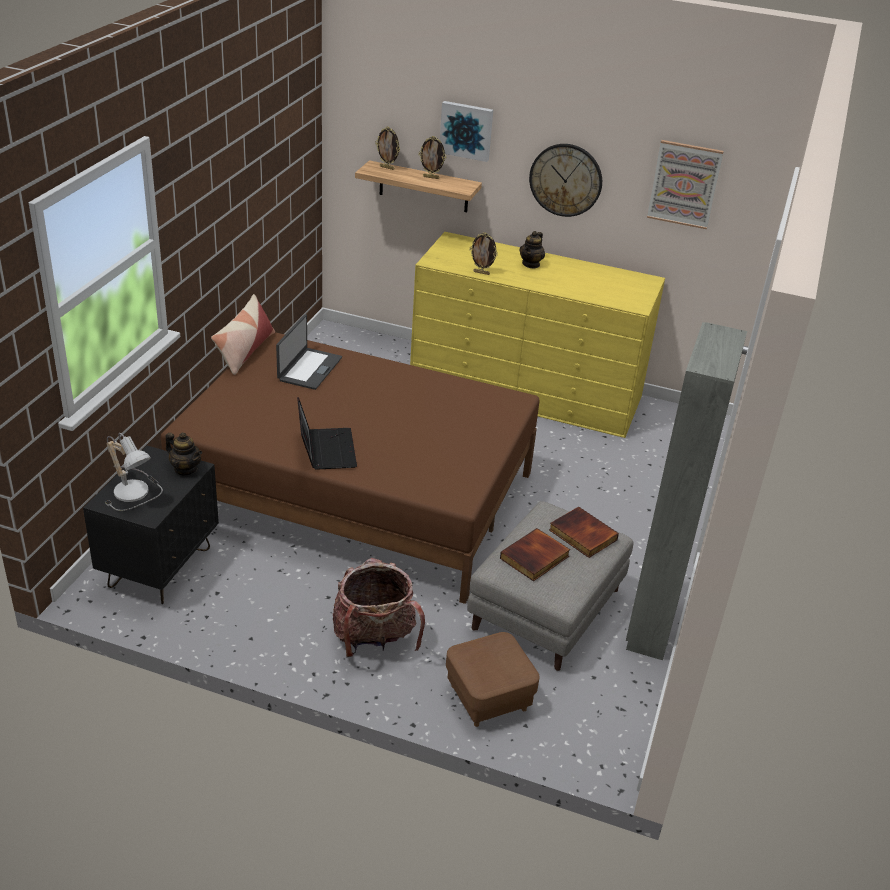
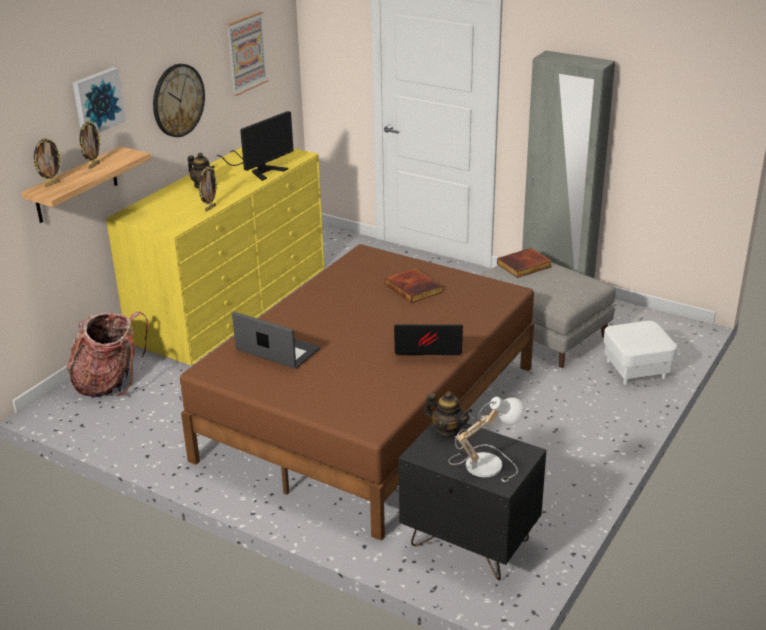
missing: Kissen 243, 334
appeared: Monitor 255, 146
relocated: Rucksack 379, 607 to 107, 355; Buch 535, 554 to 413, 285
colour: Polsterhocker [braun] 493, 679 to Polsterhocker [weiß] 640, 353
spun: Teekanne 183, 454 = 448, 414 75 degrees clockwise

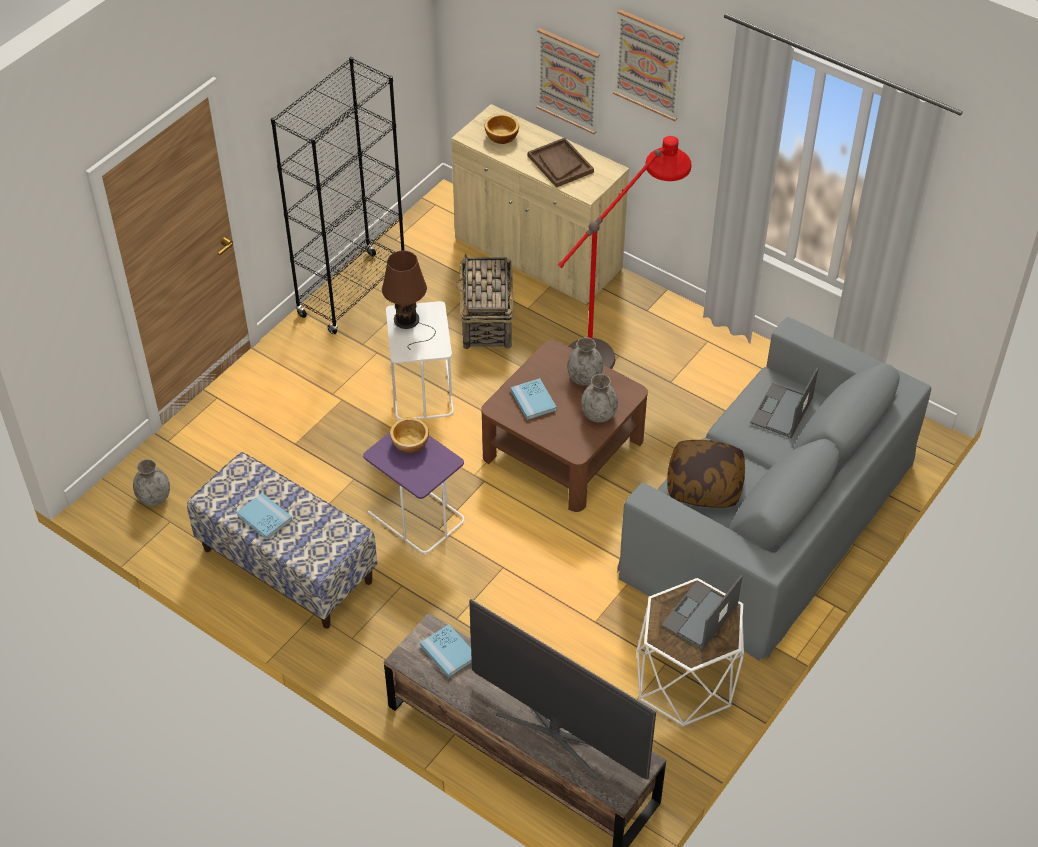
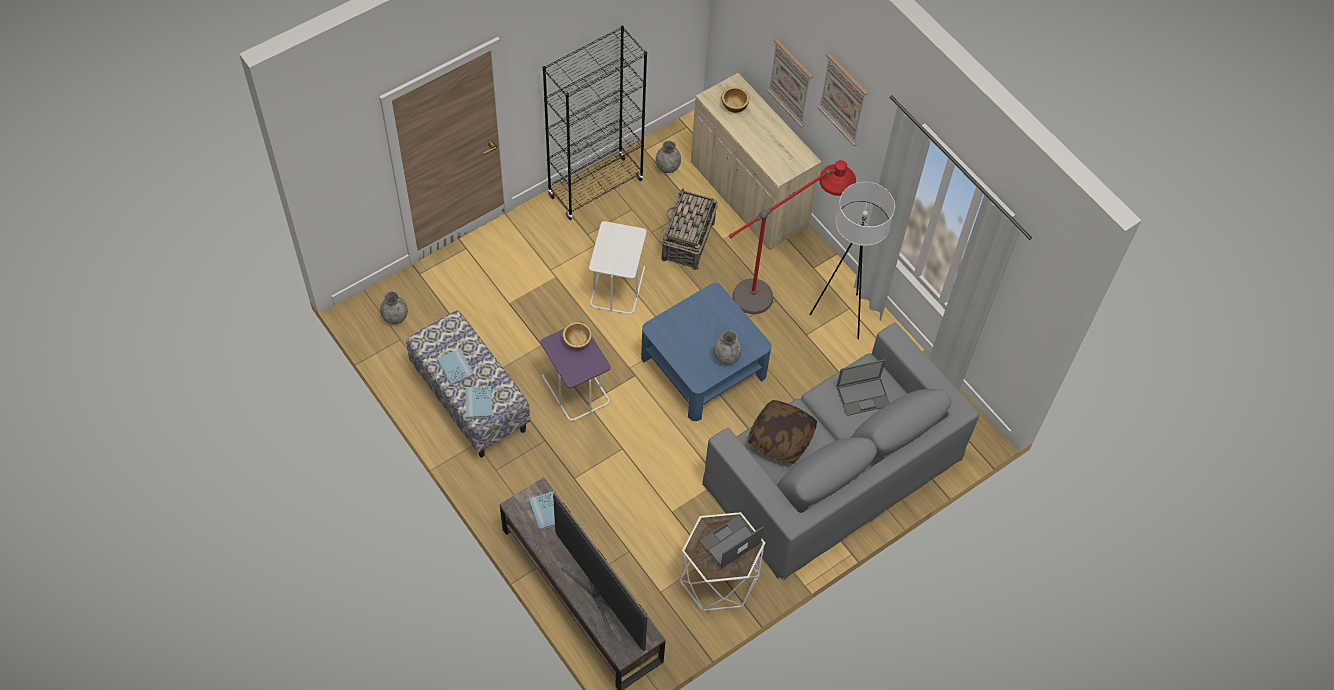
missing: Tischlampe [braun] 409, 300; Tablett [braun] 561, 163
appeared: Stehlampe [weiß] 852, 260
relocated: Buch [blau] 534, 399 to 479, 402; Vase [grau] 585, 361 to 668, 156
colour: Couchtisch [braun] 564, 426 to Couchtisch [blau] 706, 352
spun: Laptop 784, 402 = 863, 387 150 degrees counterclockwise

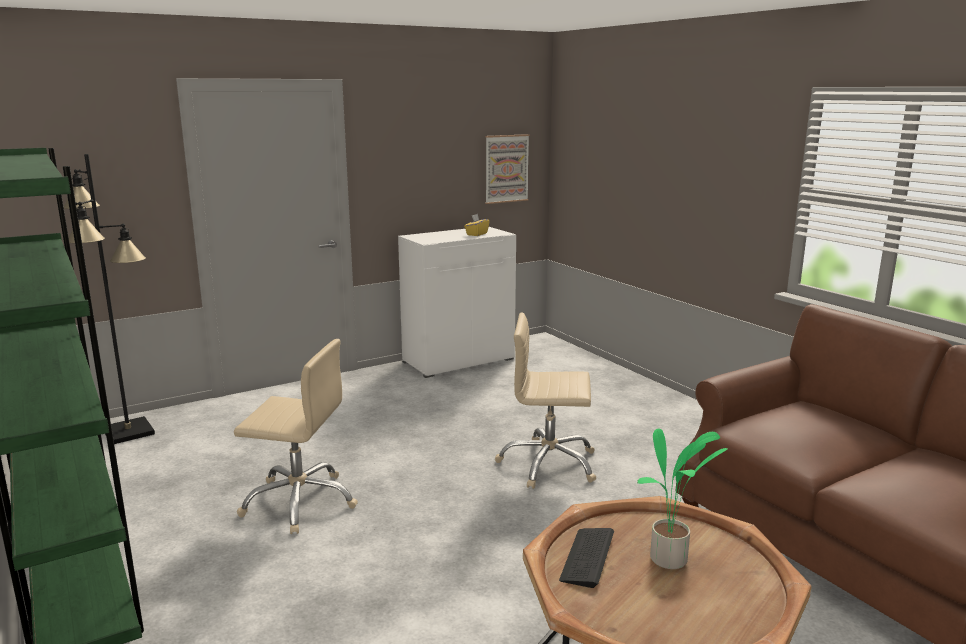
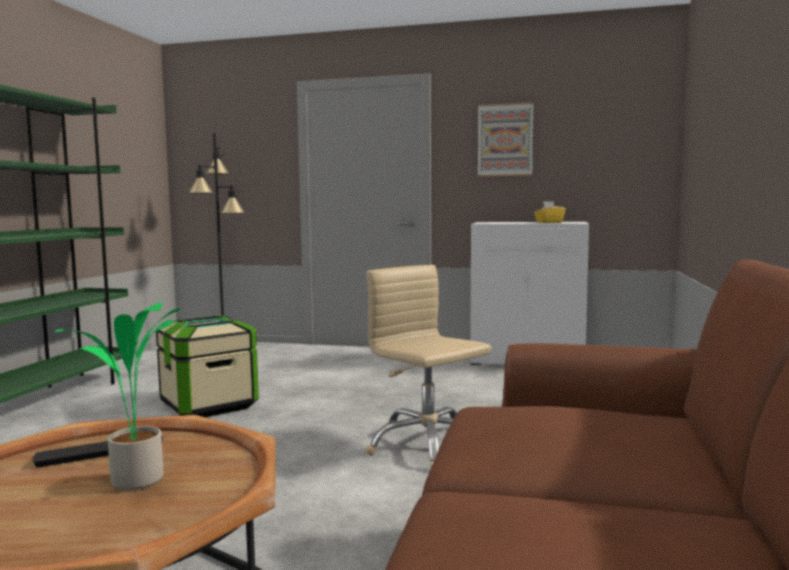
relocated: Bild 507, 169 to 505, 139
exchanged: Bürostuhl [beige] 296, 436 to Aufbewahrungsbox 207, 366

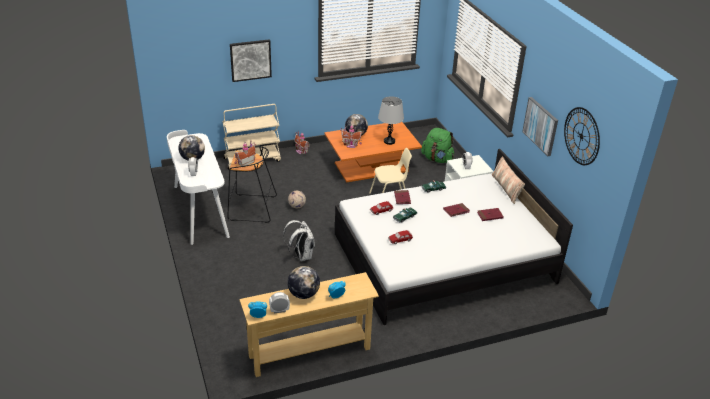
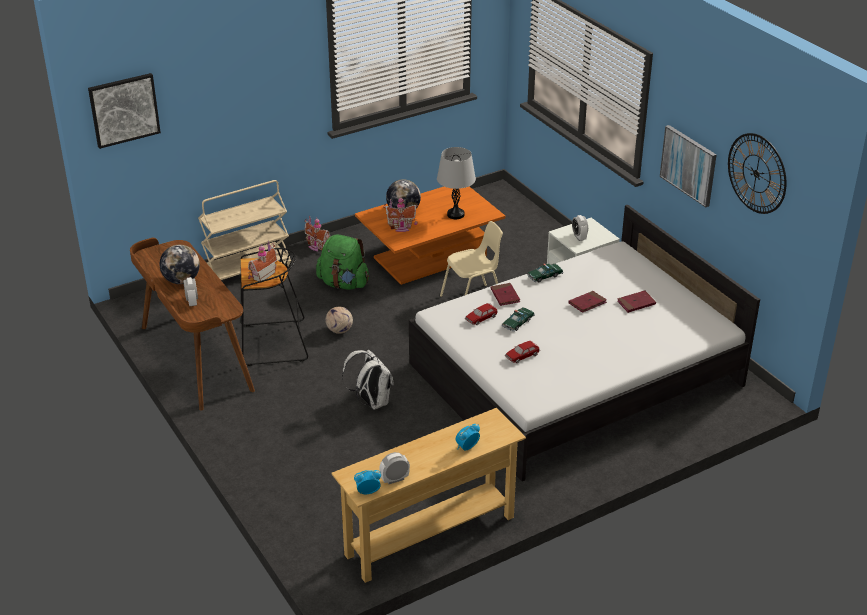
missing: Globus 303, 282; Kissen 508, 180
relocated: Bild 251, 60 to 124, 111; Rucksack [grün] 437, 145 to 342, 262
colour: Schreibtisch [weiß] 198, 187 to Schreibtisch [braun] 192, 324

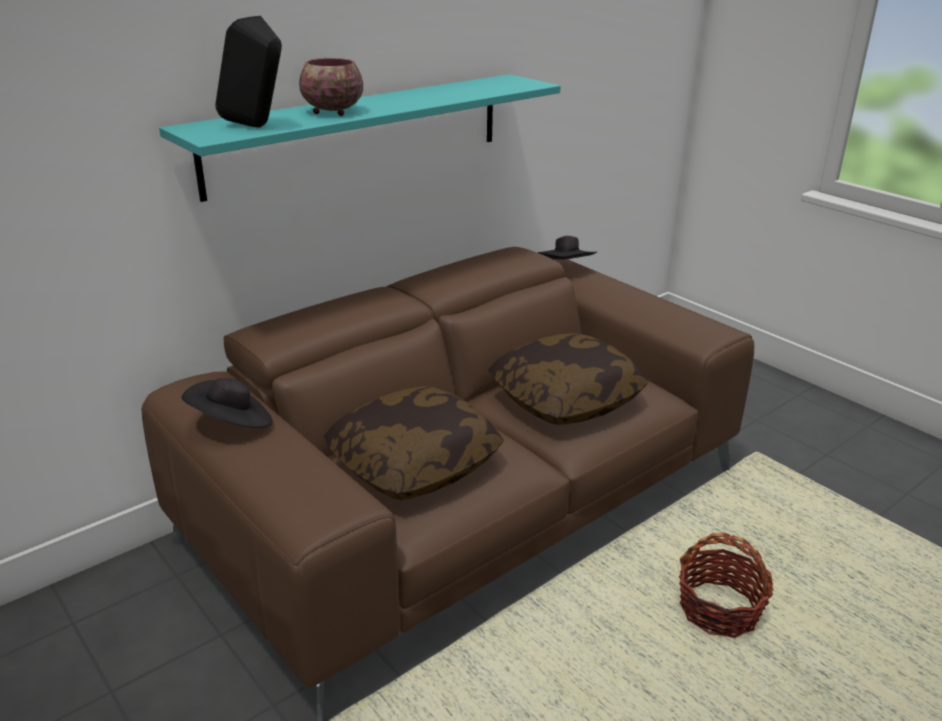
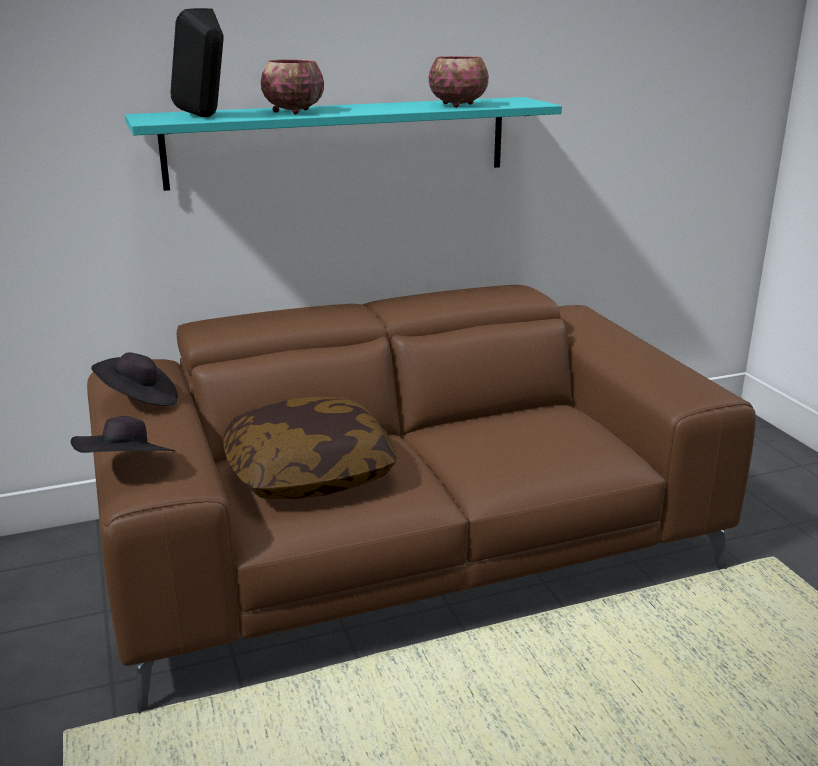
missing: Kissen 568, 379; Korb 726, 585
appeared: Schüssel 459, 82
relocated: Hut [schwarz] 567, 248 to 123, 434

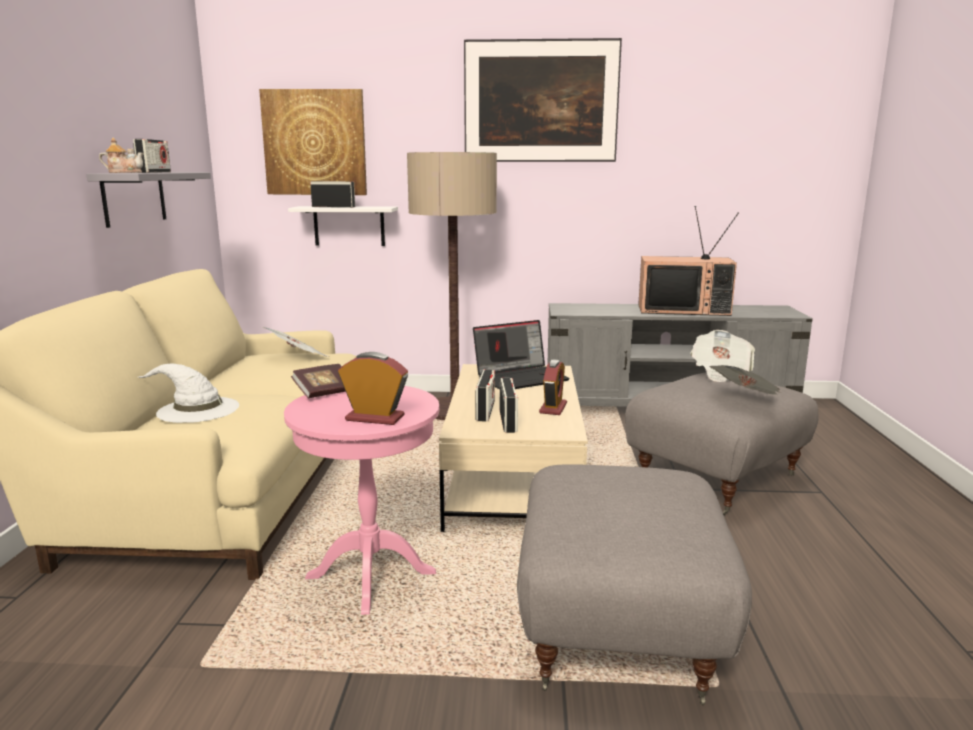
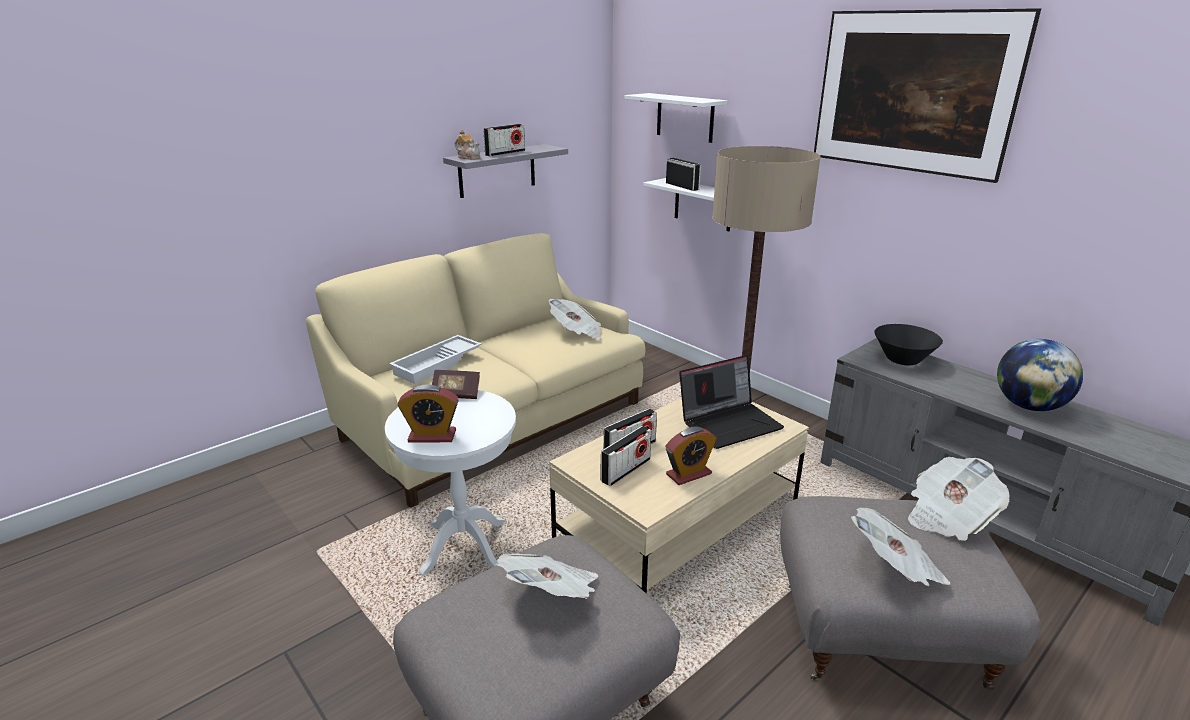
appeared: Zeitung 547, 576; Schüssel [schwarz] 908, 344
exchanged: Hut [weiß] 188, 393 to Tablett [weiß] 435, 359; Bild 313, 142 to Wandregal [weiß] 675, 118; Fernseher 688, 261 to Globus 1040, 375
colour: Beistelltisch [rosa] 361, 500 to Beistelltisch [weiß] 450, 483
spun: Wecker 373, 388 = 428, 414 120 degrees clockwise; Laptop 521, 355 = 731, 402 45 degrees counterclockwise

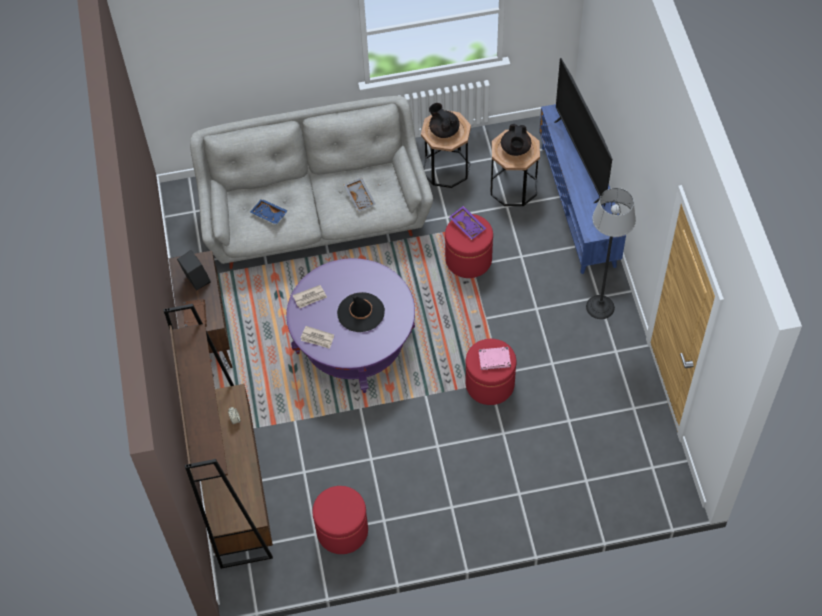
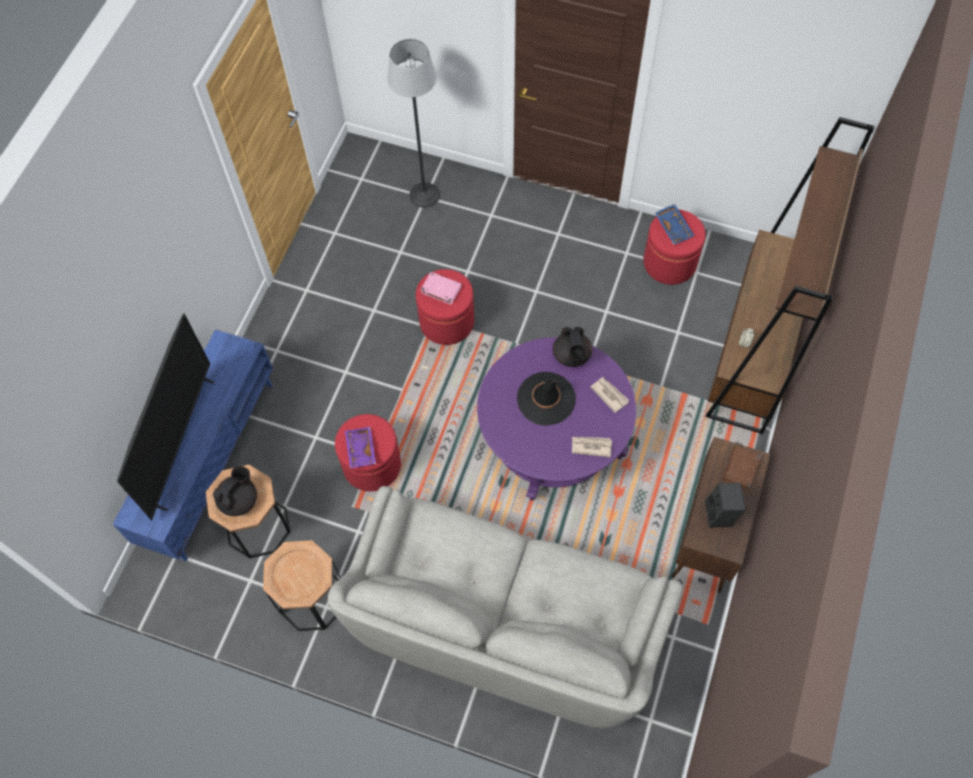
missing: Tablett [grau] 359, 195
relocated: Stehlampe 611, 253 to 413, 123; Teekanne [schwarz] 444, 120 to 572, 346; Tablett [blau] 269, 211 to 674, 224

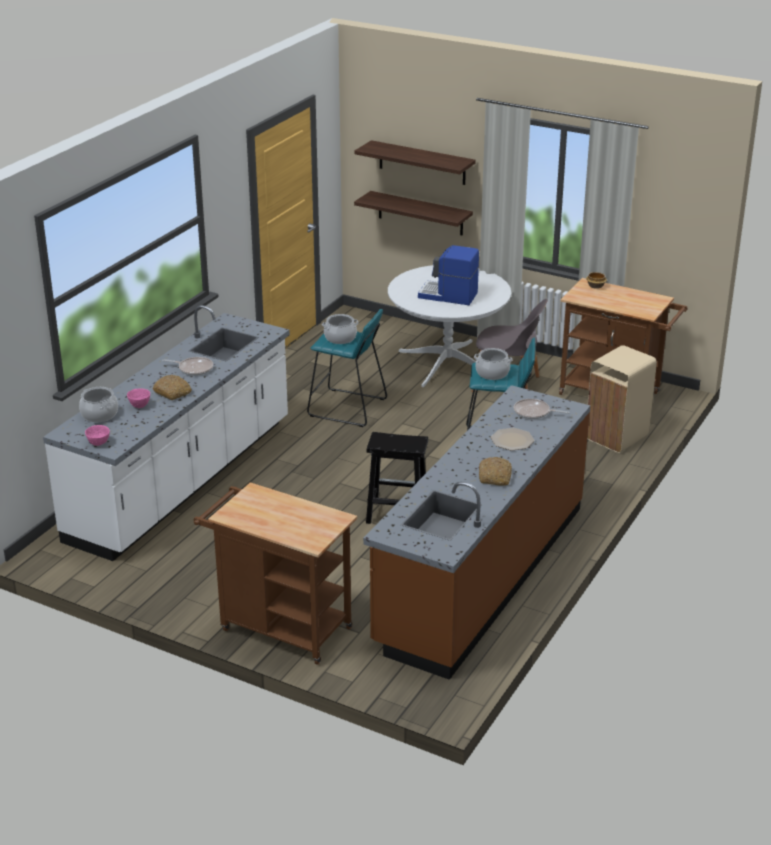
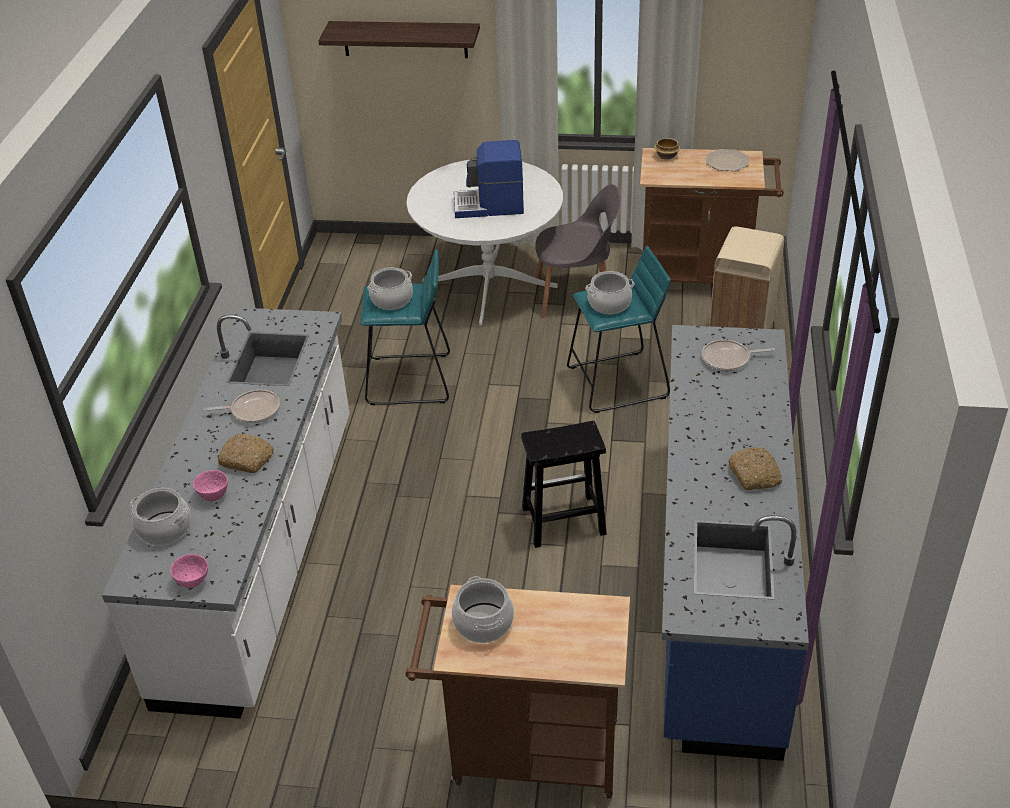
missing: Wandregal 413, 213
appeared: Kochtopf 483, 609
relocated: Teller 512, 439 to 727, 160
colour: Küchenzeile [braun] 476, 532 to Küchenzeile [blau] 735, 543

